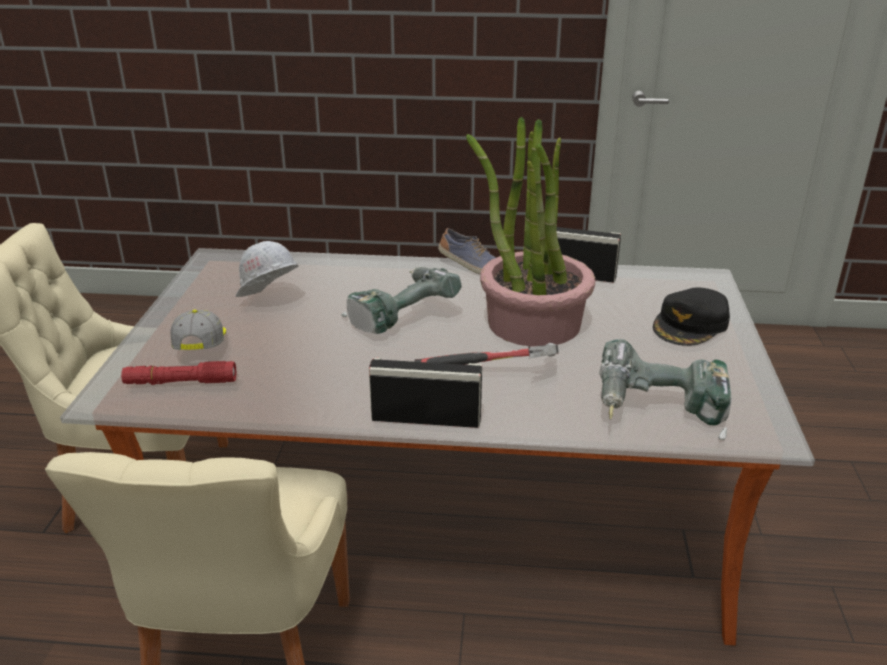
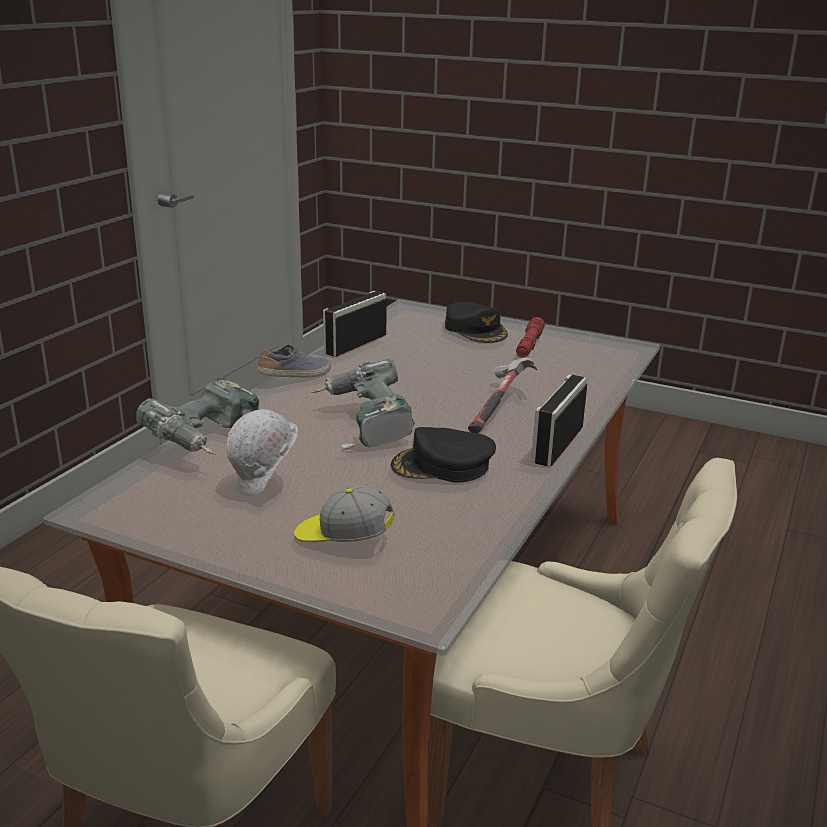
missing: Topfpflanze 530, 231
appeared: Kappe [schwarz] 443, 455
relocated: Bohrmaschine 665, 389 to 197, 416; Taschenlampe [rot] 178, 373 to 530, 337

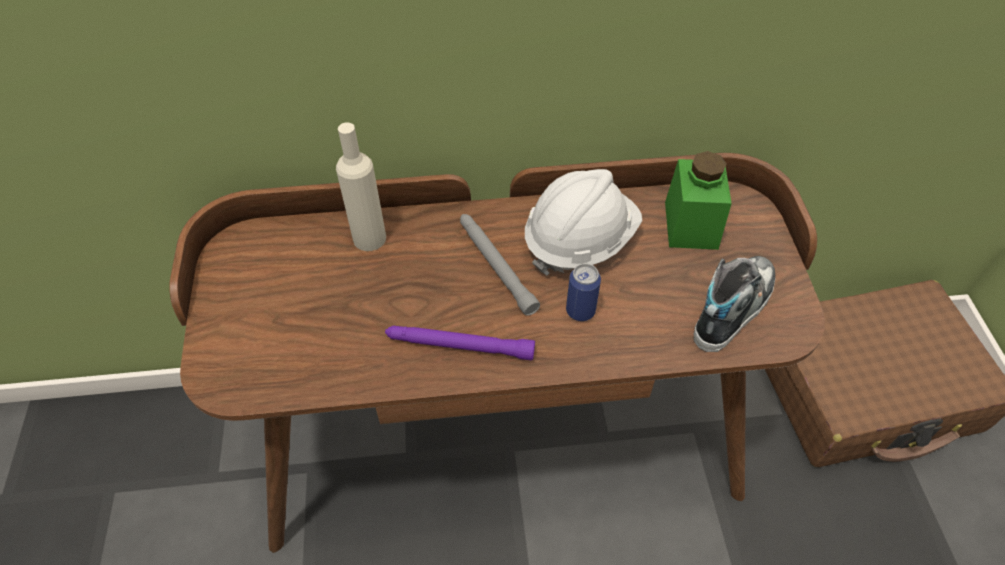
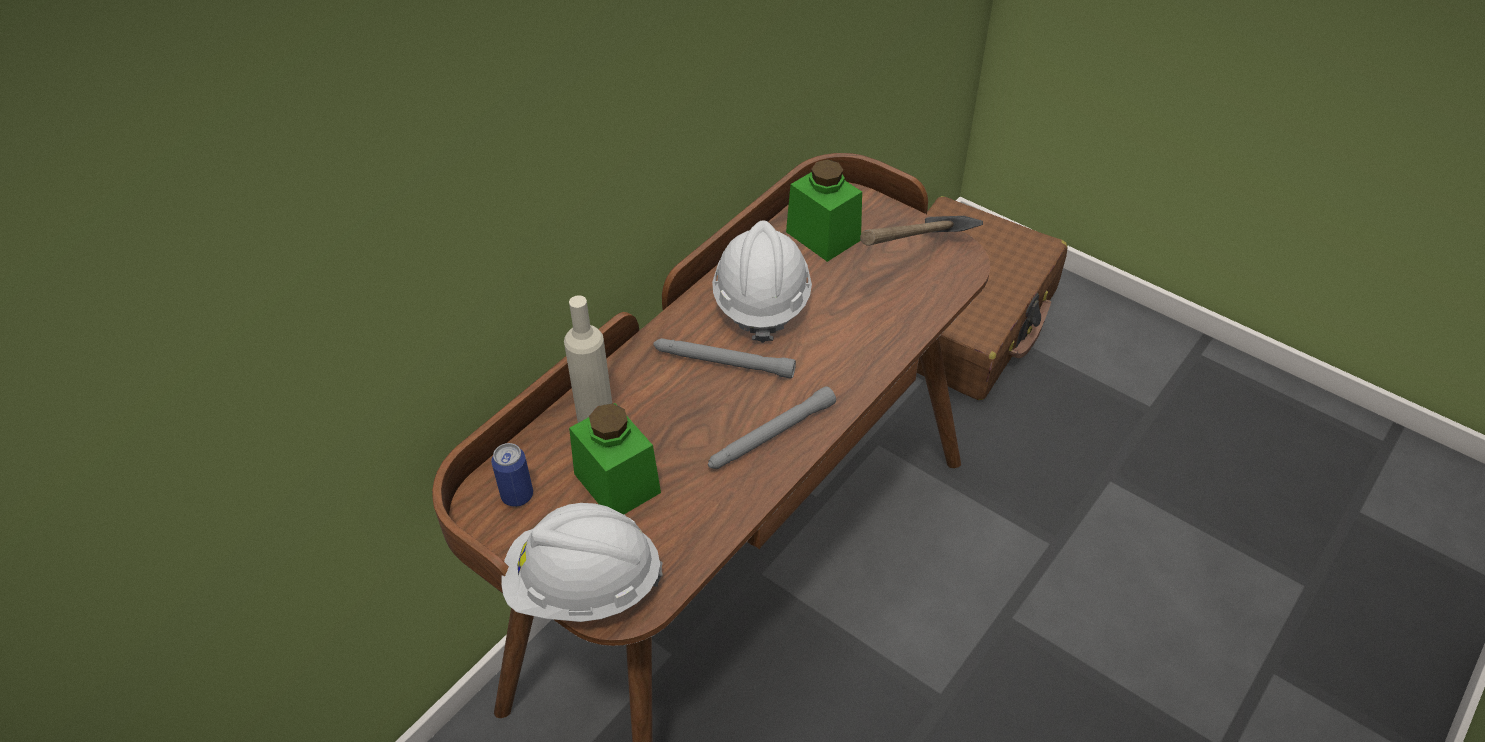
appeared: Schutzhelm [weiß] 582, 562; Vorratsglas [grün] 615, 458
relocated: Dose 583, 292 to 512, 475
exchanged: Schuh 734, 304 to Hammer 921, 231
colour: Taschenlampe [lila] 460, 343 to Taschenlampe [grau] 772, 427

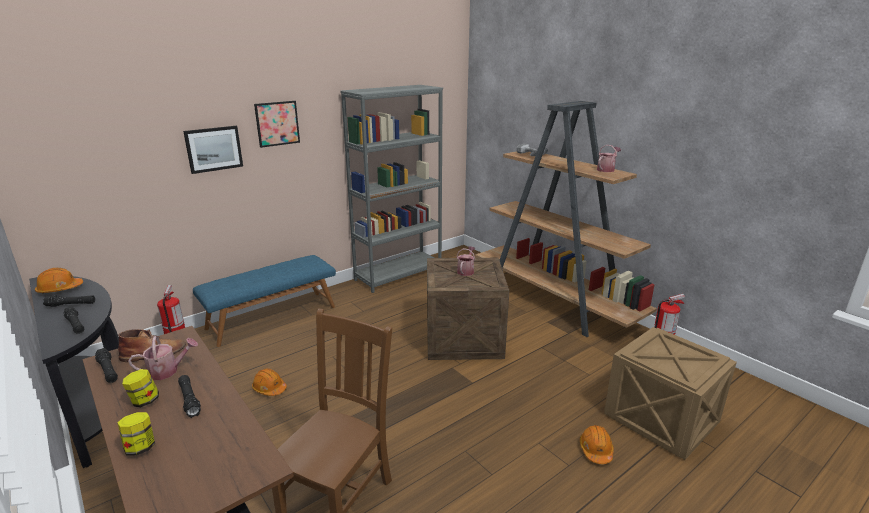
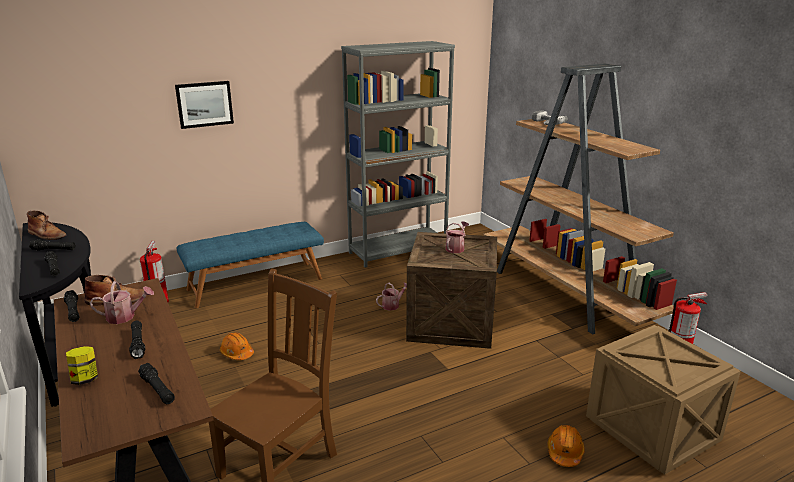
missing: Vorratsglas 140, 388; Bild 277, 124
appeared: Taschenlampe [schwarz] 156, 383
relocated: Gießkanne 609, 158 to 391, 296
exchanged: Schutzhelm [orange] 59, 281 to Stiefel [braun] 46, 225

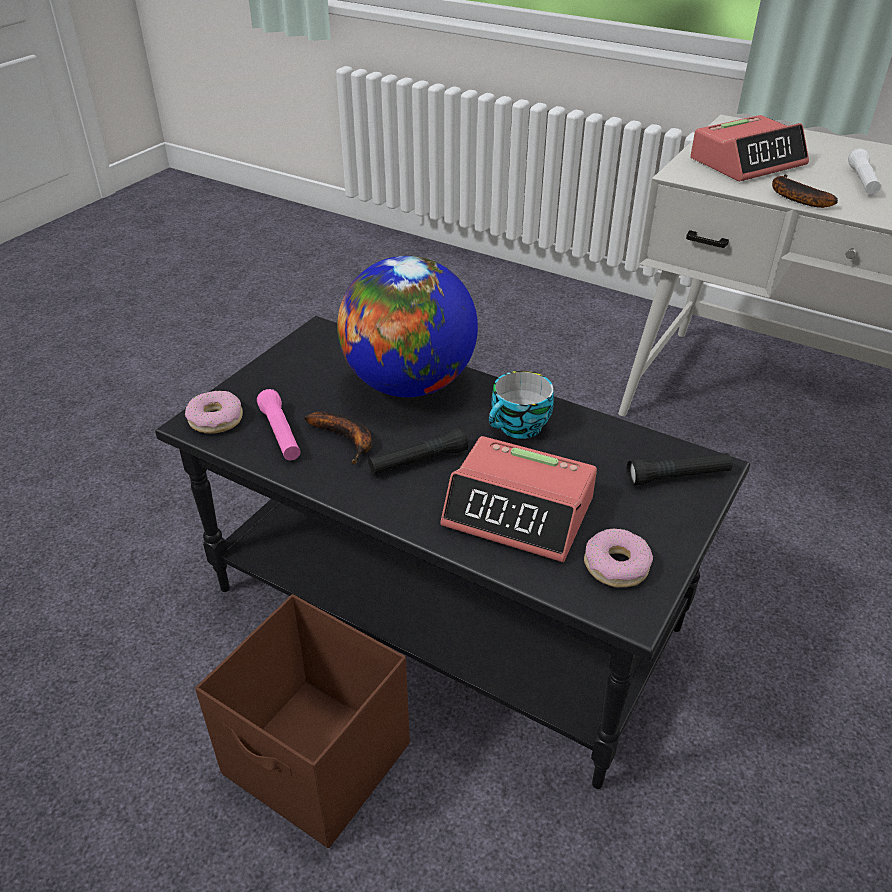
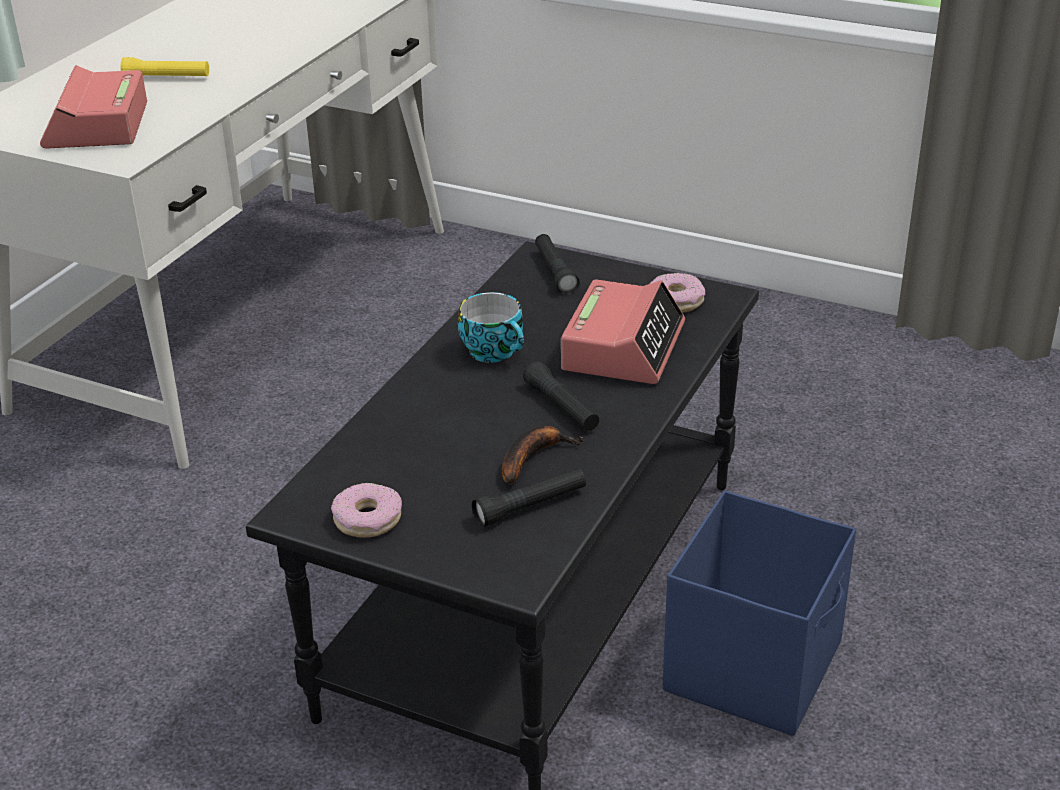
missing: Globus 407, 326; Banane 805, 191
relocated: Donut 214, 412 to 366, 510
colour: Taschenlampe [weiß] 864, 171 to Taschenlampe [gelb] 165, 66; Taschenlampe [rosa] 279, 424 to Taschenlampe [schwarz] 529, 498; Aufbewahrungsbox [braun] 302, 721 to Aufbewahrungsbox [blau] 759, 613
spun: Wecker 749, 148 = 93, 107 150 degrees counterclockwise

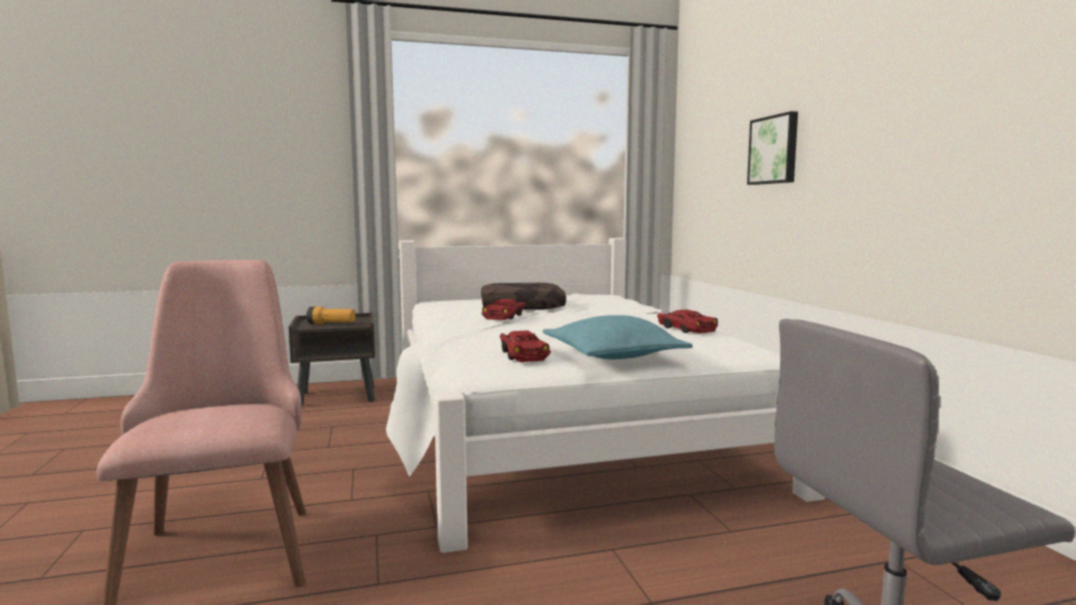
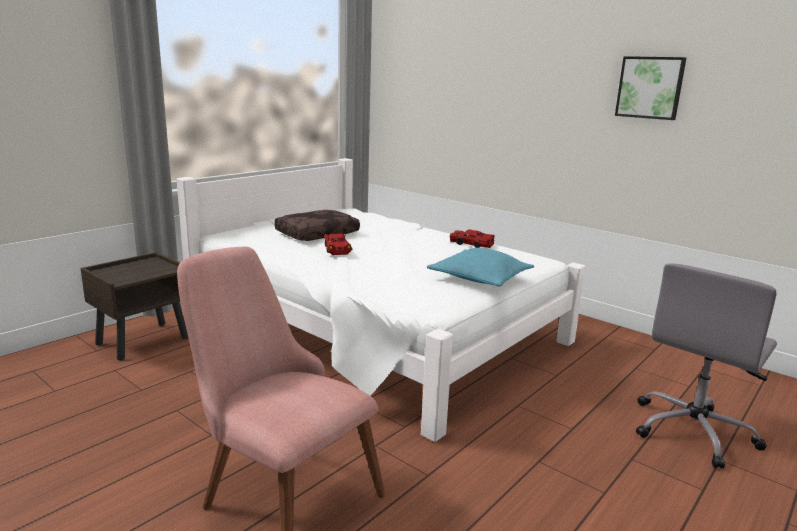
missing: Taschenlampe 331, 315; Spielzeugauto [rot] 525, 346
relocated: Bild 772, 148 to 650, 88

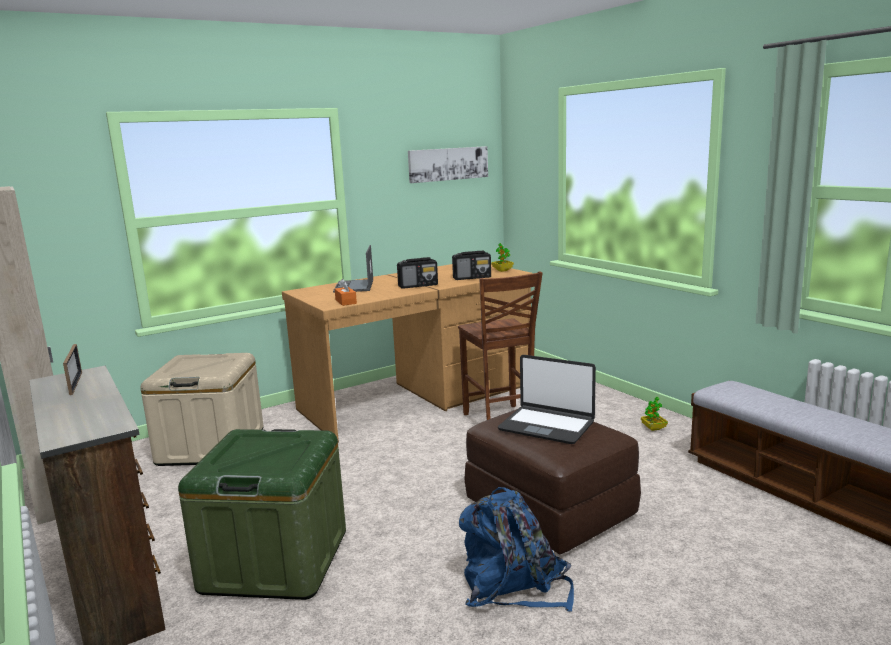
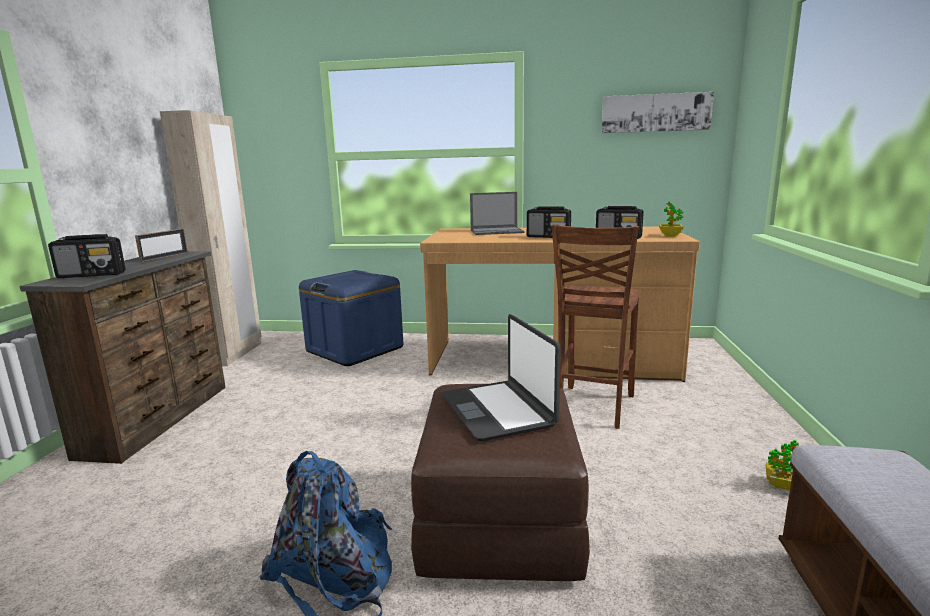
missing: Aufbewahrungsbox [grün] 262, 514; Taschentuchbox [orange] 346, 292
appeared: Radio 87, 256
colour: Aufbewahrungsbox [beige] 202, 409 to Aufbewahrungsbox [blau] 351, 318
spun: Laptop 353, 269 = 497, 213 135 degrees counterclockwise

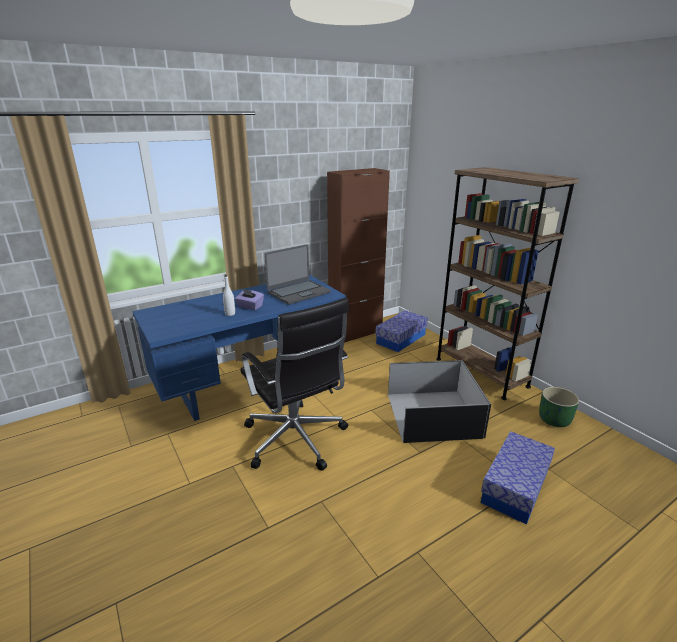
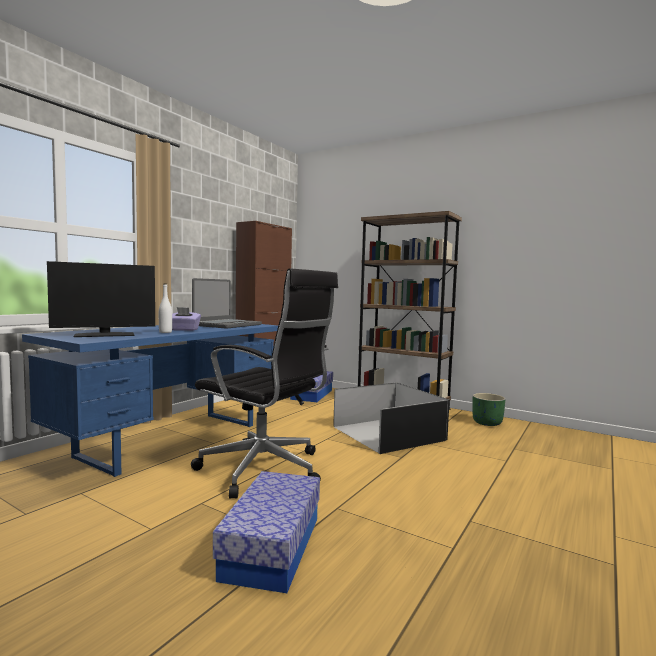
appeared: Monitor 101, 299
relocated: Aufbewahrungsbox 518, 478 to 266, 532

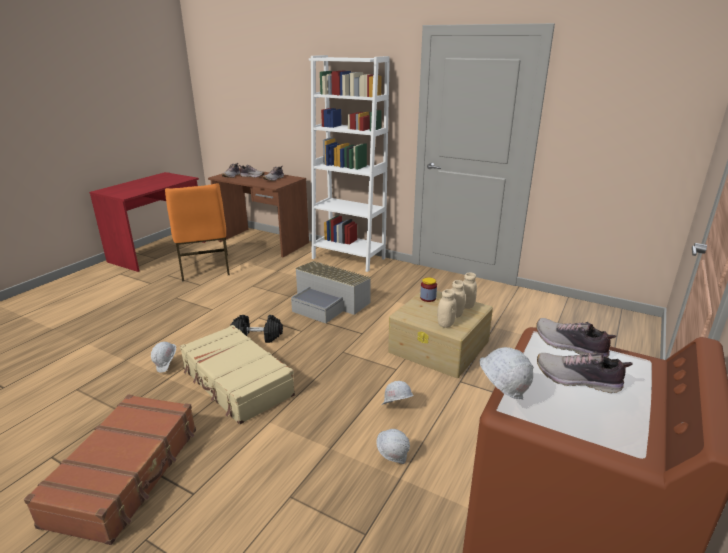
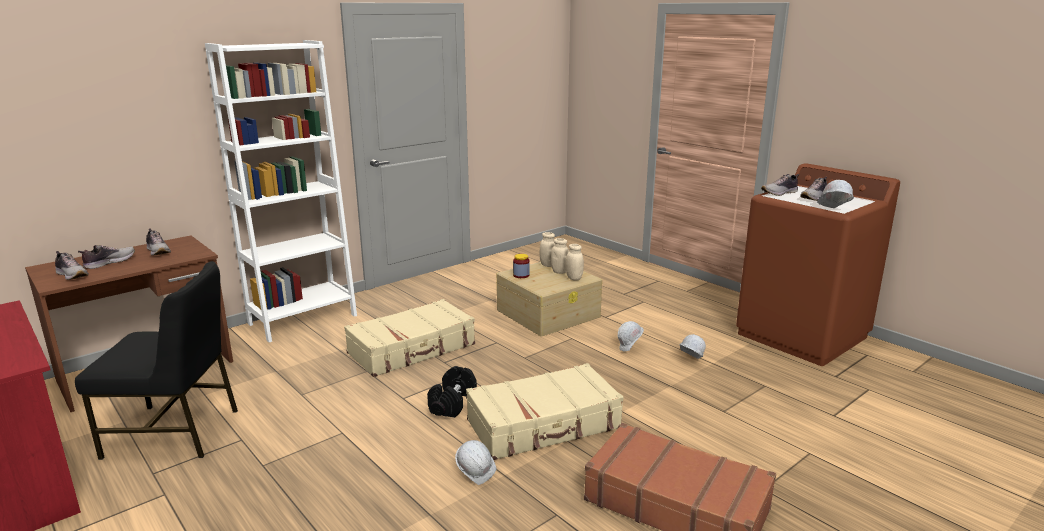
exchanged: Aufbewahrungsbox [grau] 331, 292 to Koffer [beige] 409, 338
colour: Stuhl [orange] 197, 233 to Stuhl [schwarz] 156, 360

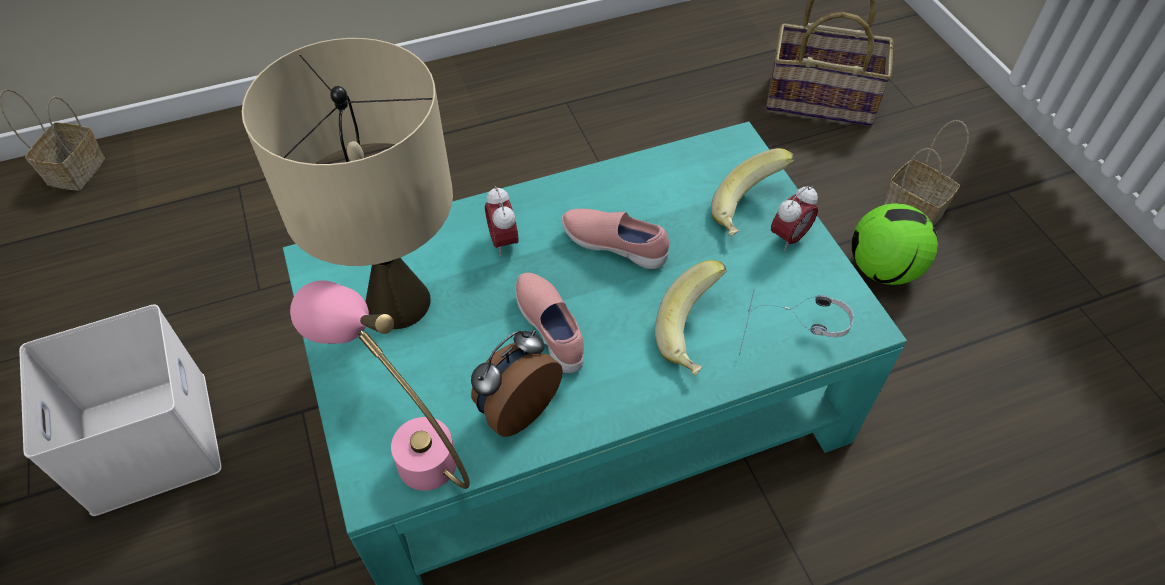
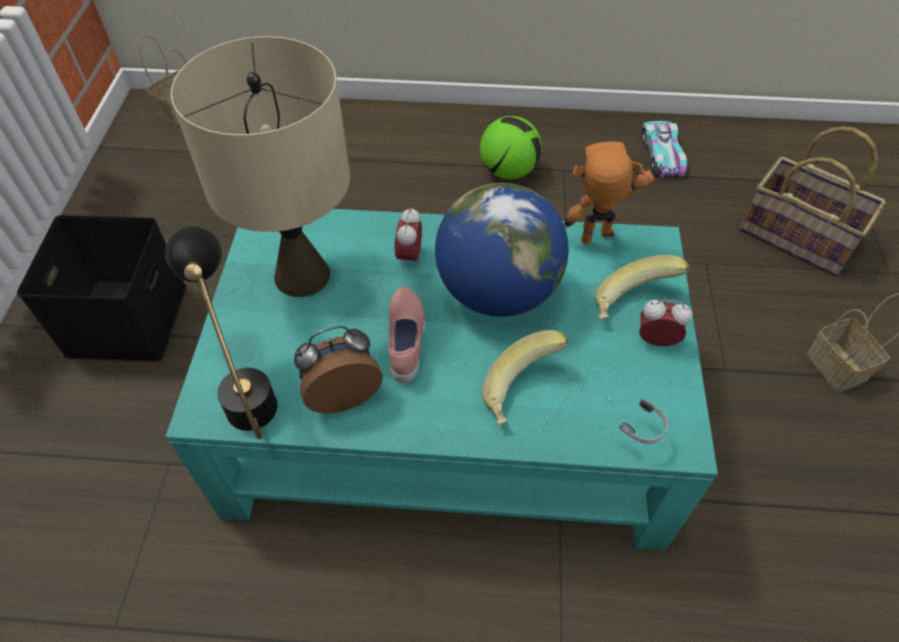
appeared: Spielzeugroboter 614, 192; Spielzeugauto 664, 149
relocated: Fußball 895, 244 to 511, 147
exchanged: Schuh [rosa] 615, 239 to Globus 502, 250
colour: Aufbewahrungsbox [weiß] 120, 410 to Aufbewahrungsbox [schwarz] 101, 288; Tischlampe [rosa] 380, 385 to Tischlampe [schwarz] 221, 333
spun: Wecker 794, 218 = 666, 322 150 degrees counterclockwise

